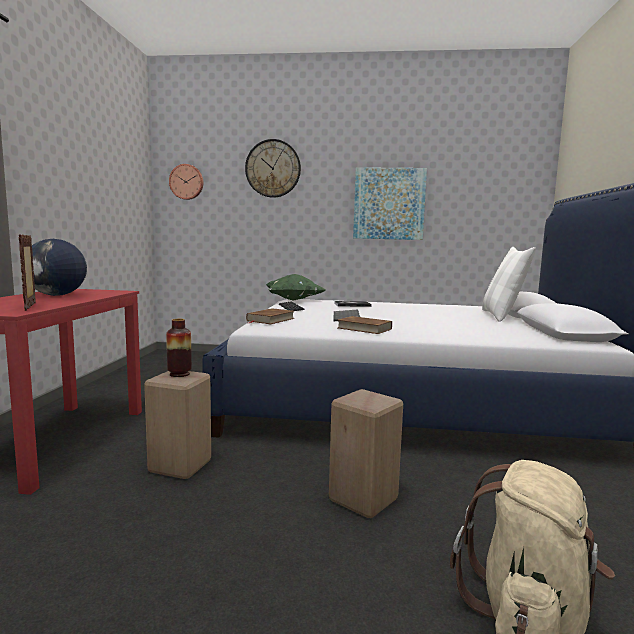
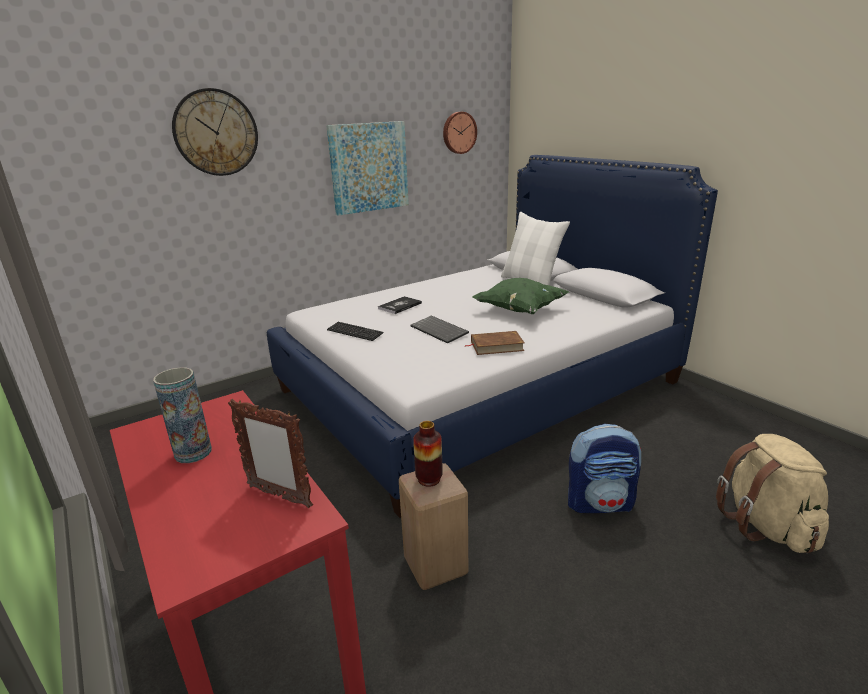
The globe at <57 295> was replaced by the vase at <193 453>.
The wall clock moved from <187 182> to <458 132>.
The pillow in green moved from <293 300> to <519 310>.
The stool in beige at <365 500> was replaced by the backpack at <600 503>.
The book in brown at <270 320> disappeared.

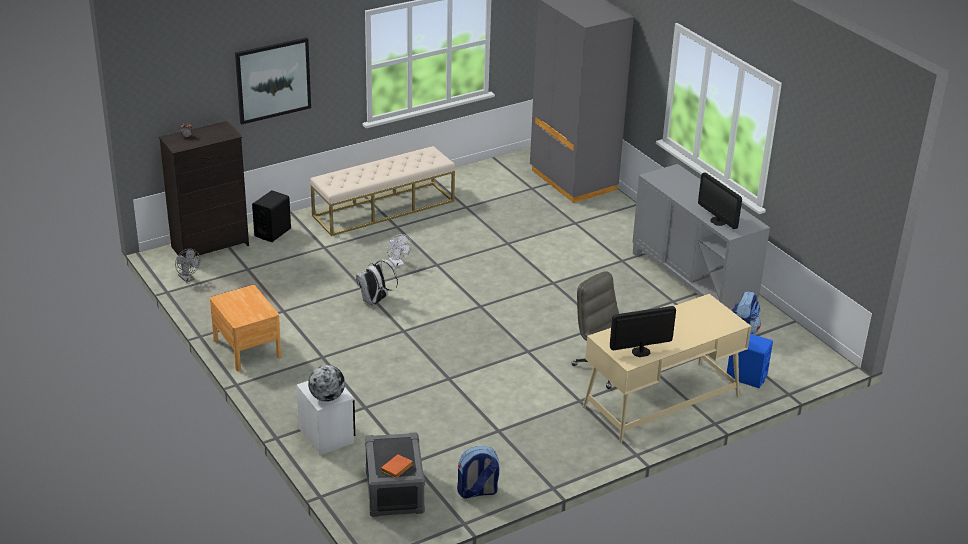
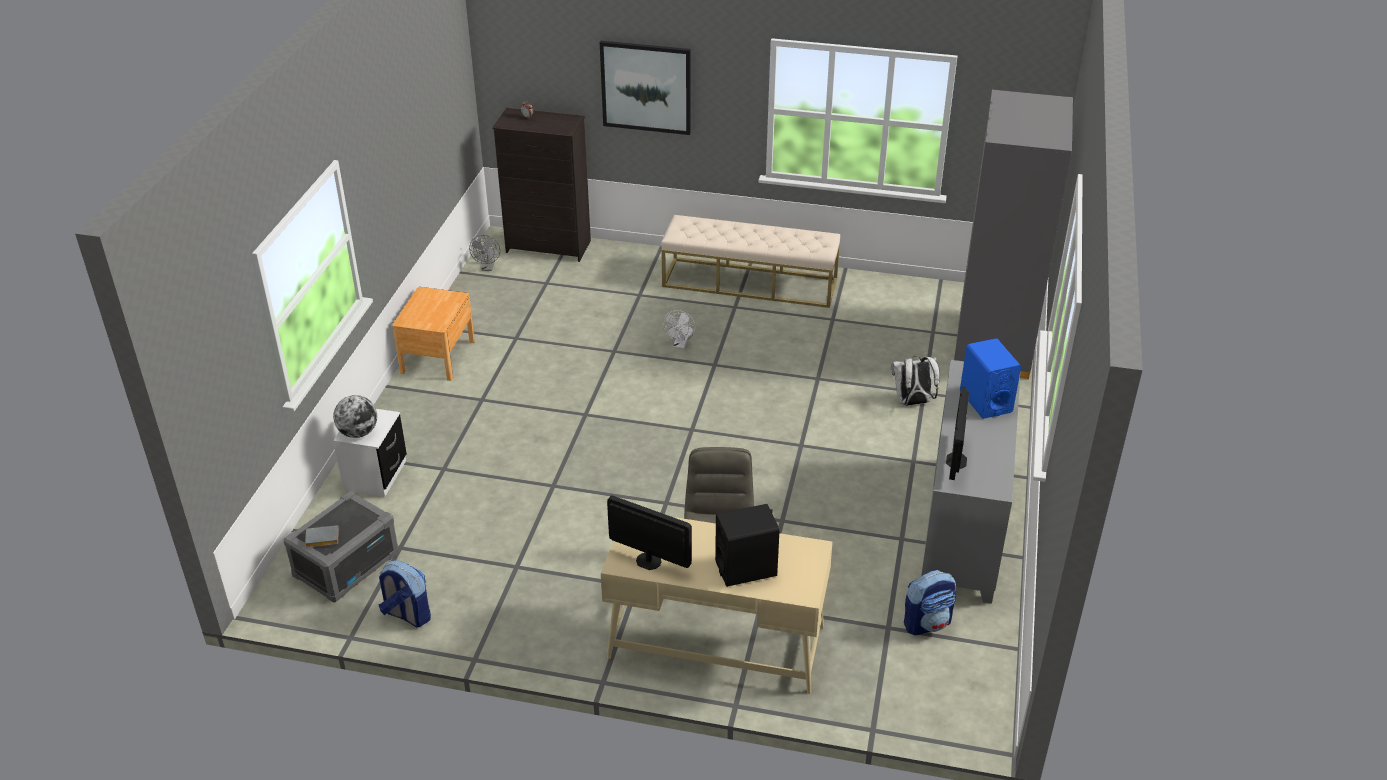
The book in orange at <397 469> became the book in grey at <321 540>.
The speaker in black moved from <272 232> to <746 568>.
The backpack in white moved from <375 301> to <912 402>.
The speaker in blue moved from <746 377> to <985 401>.

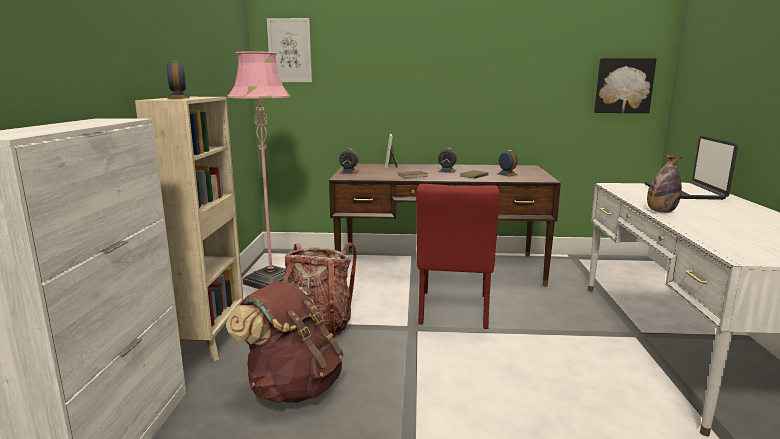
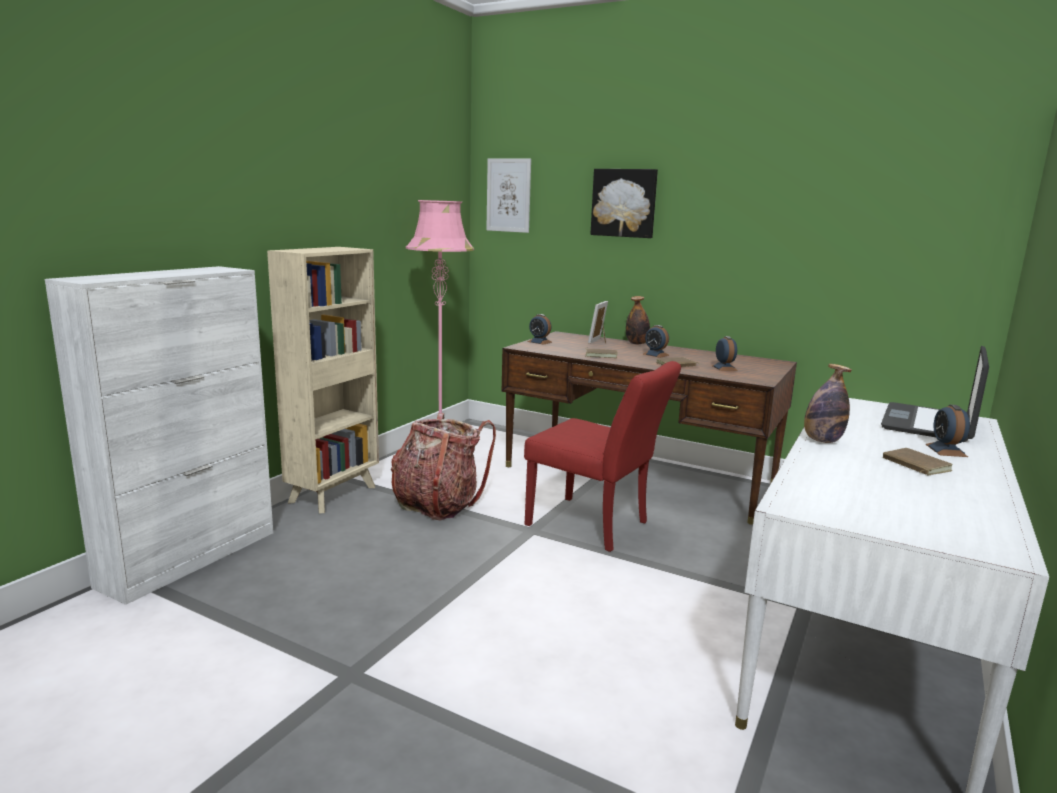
The chair in red at <453 312> turned 90 degrees counterclockwise.
The picture moved from <623 85> to <624 203>.
The bottle at <637 343> appeared.
The book in brown at <914 465> appeared.
The alarm clock moved from <178 98> to <946 450>.
The backpack in brown at <292 387> disappeared.

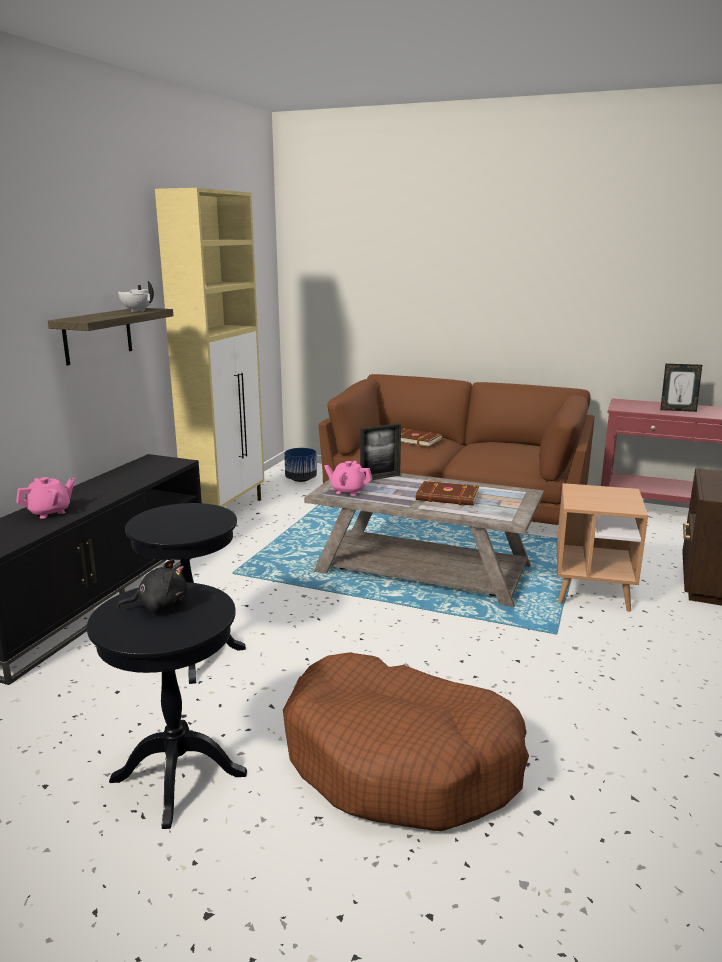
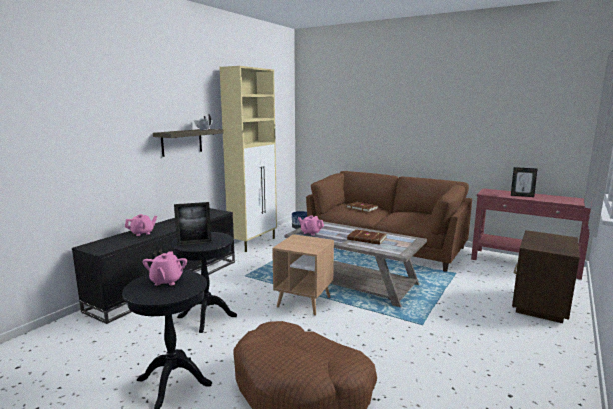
The plush toy in black at <160 606> was replaced by the teapot in pink at <166 281>.
The picture frame moved from <380 478> to <194 243>.
The side table in brown moved from <592 592> to <304 302>.

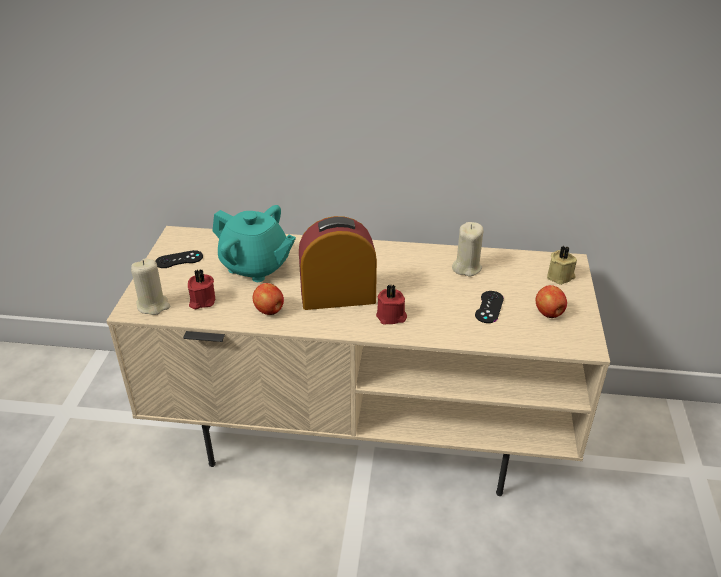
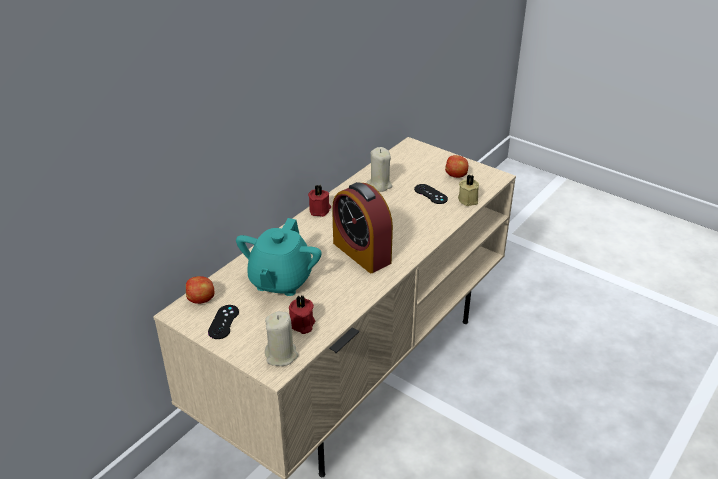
The apple moved from <269 311> to <201 300>.
The teapot in turquoise at <255 267> turned 135 degrees clockwise.
The candle in red moved from <391 317> to <320 210>.
The alarm clock at <338 297> turned 60 degrees counterclockwise.
The candle in beige moved from <561 277> to <468 199>.

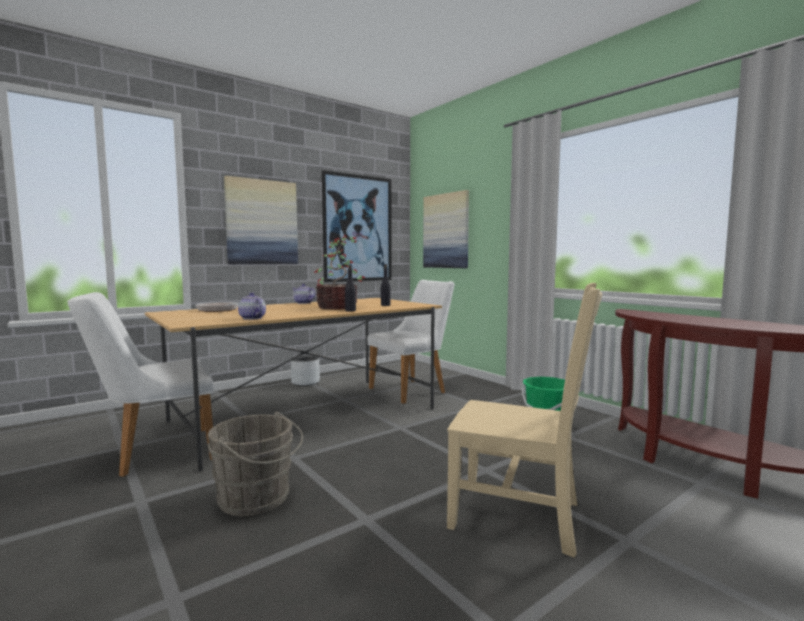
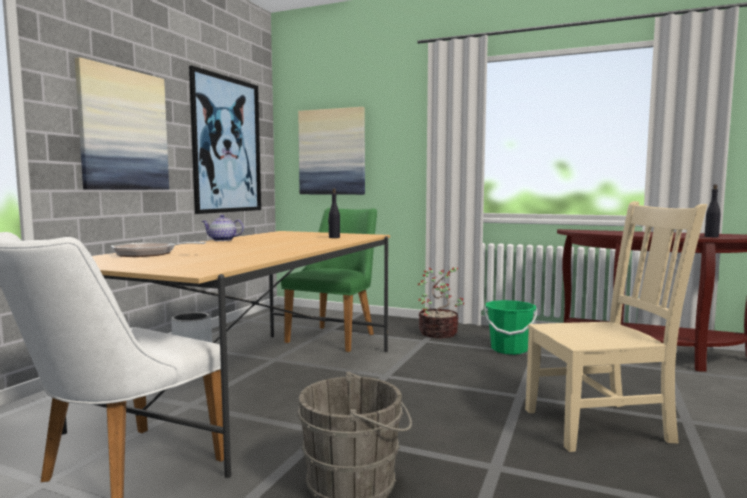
The chair in white at <413 389> became the chair in green at <336 336>.
The potted plant moved from <338 307> to <439 333>.
The bottle in black moved from <350 310> to <711 236>.
The teapot at <251 318> disappeared.

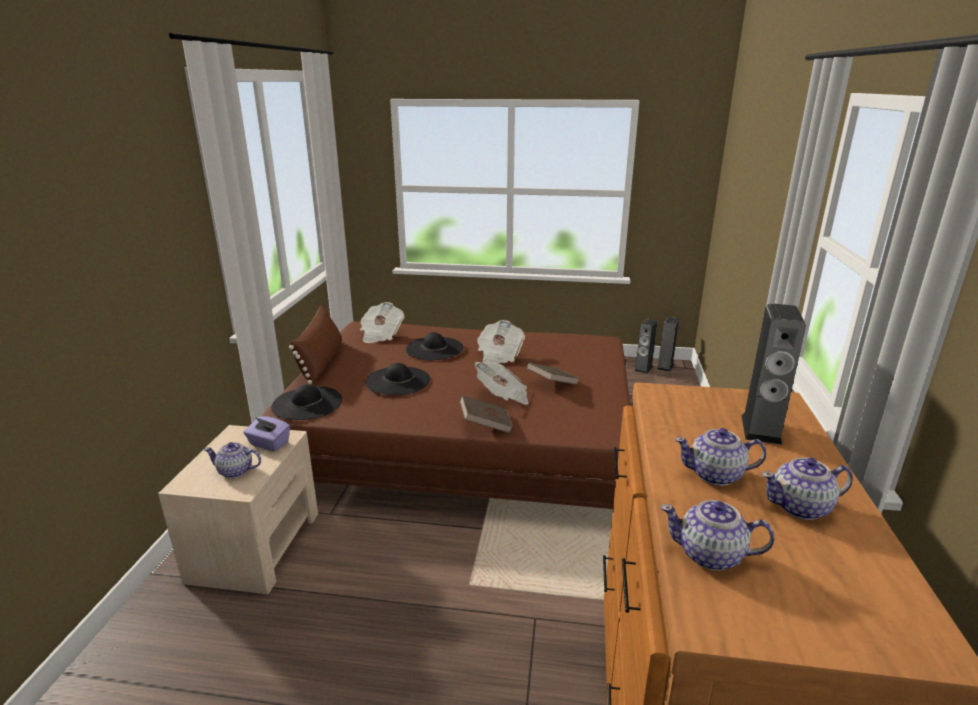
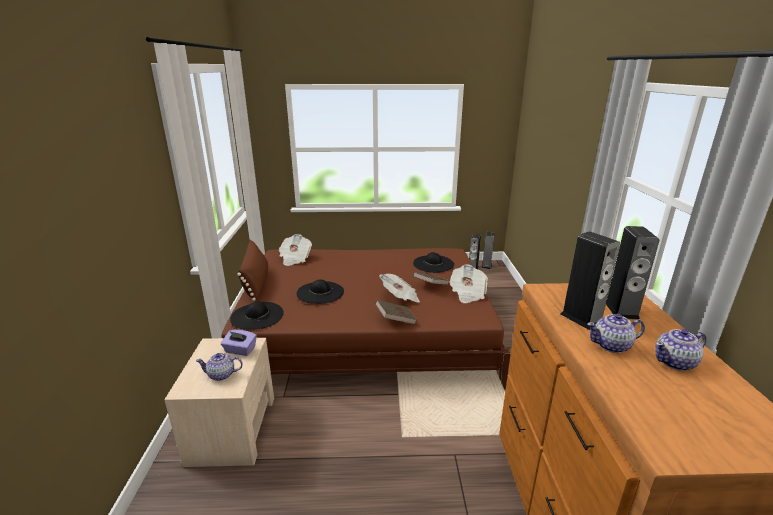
The hat in black moved from <434 348> to <433 264>.
The newspaper moved from <499 355> to <467 293>.
The speaker at <581 318> appeared.
The teapot at <711 555> disappeared.

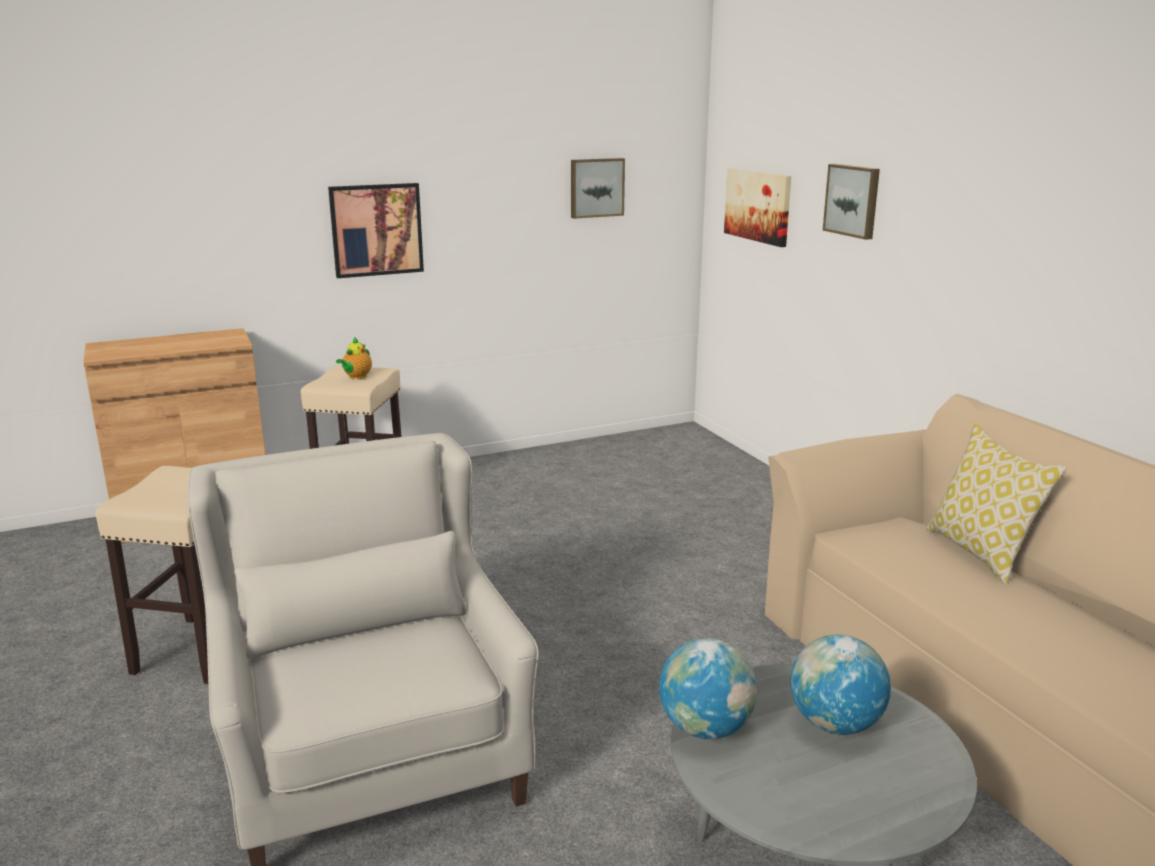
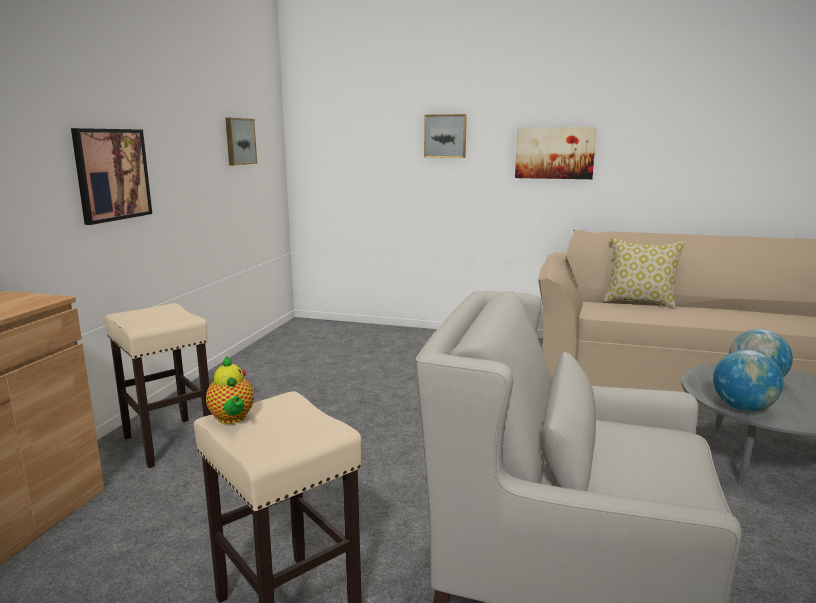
The teapot moved from <356 377> to <232 419>.
The picture moved from <758 205> to <554 153>.

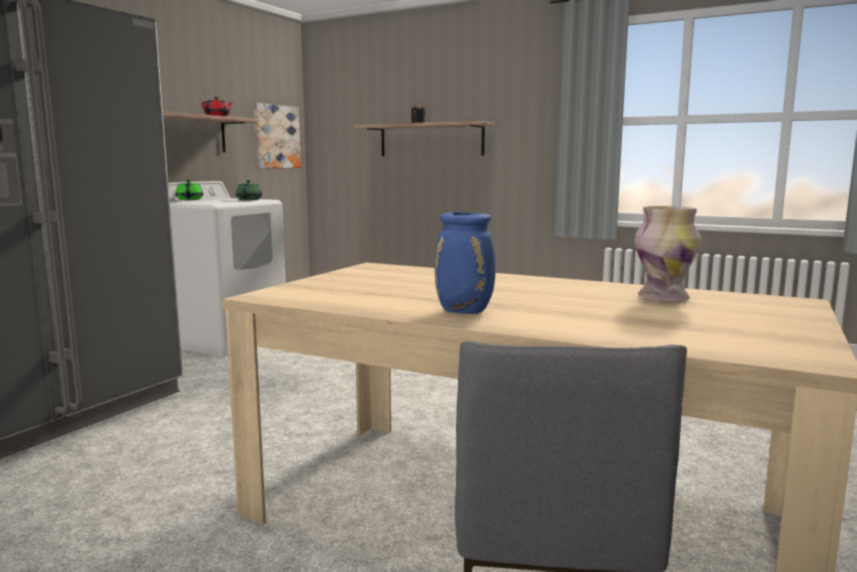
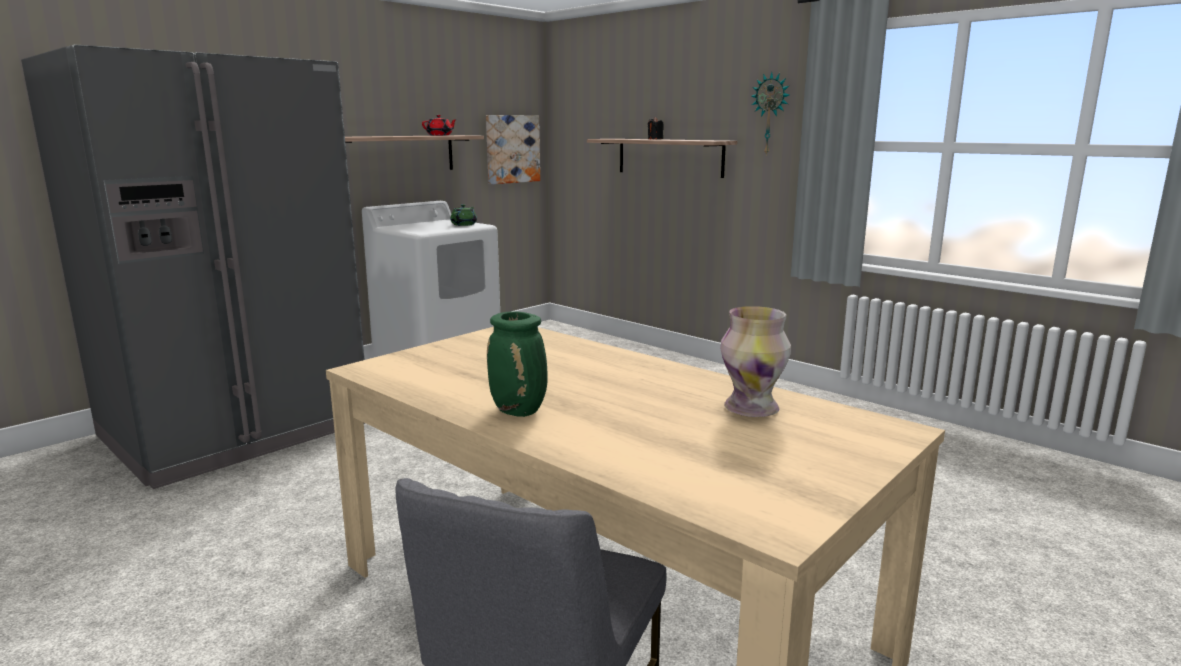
The vase in blue at <466 311> became the vase in green at <520 411>.
The wall clock at <770 114> appeared.
The teapot in green at <189 199> disappeared.

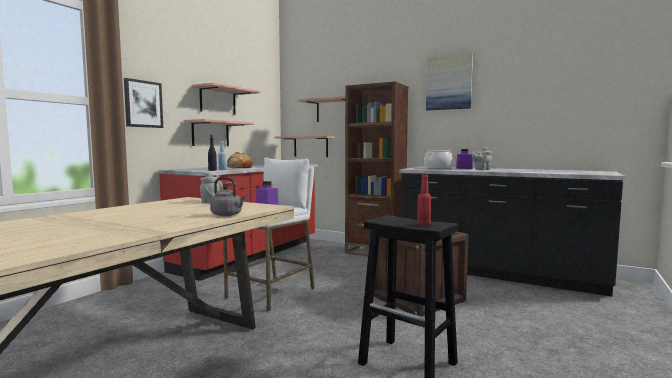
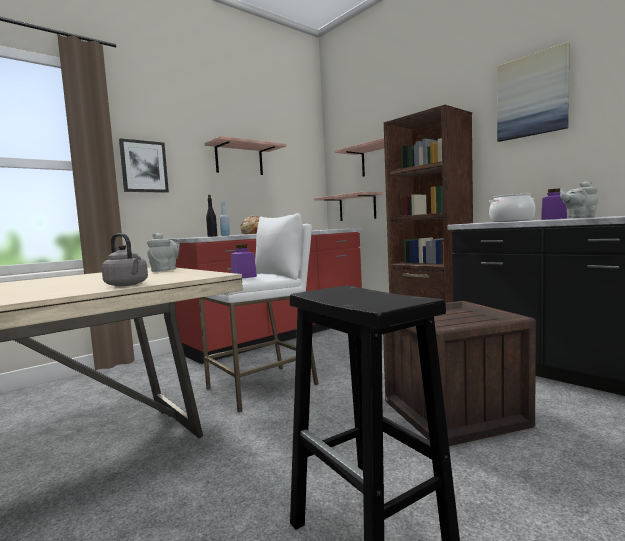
The shelf at <210 133> disappeared.
The bottle in red at <423 224> disappeared.

